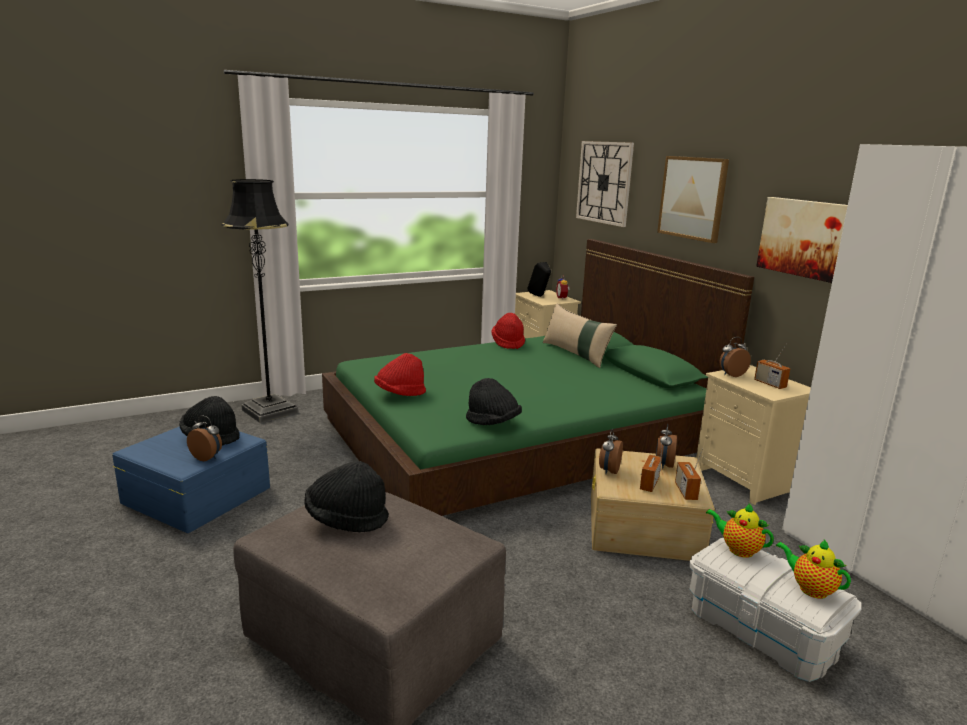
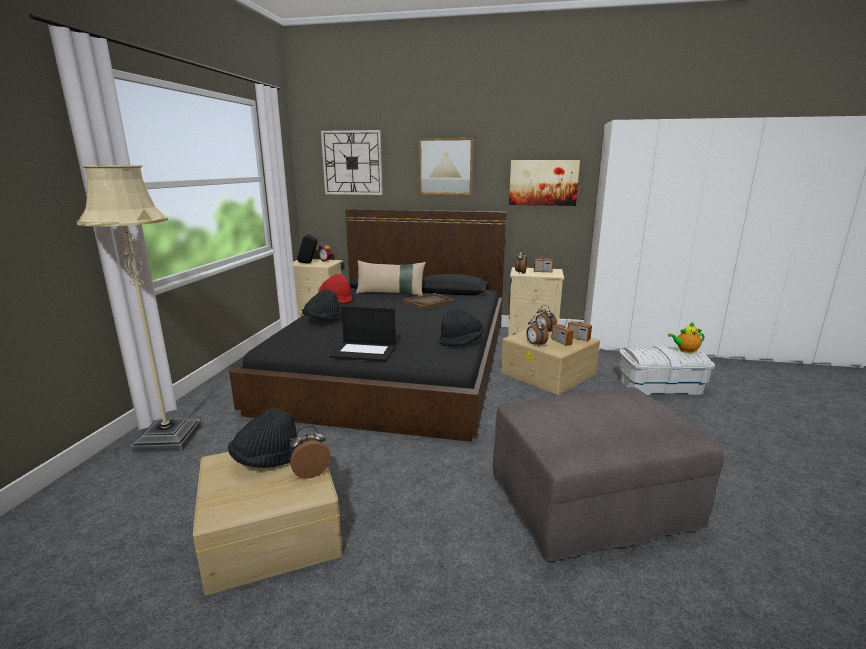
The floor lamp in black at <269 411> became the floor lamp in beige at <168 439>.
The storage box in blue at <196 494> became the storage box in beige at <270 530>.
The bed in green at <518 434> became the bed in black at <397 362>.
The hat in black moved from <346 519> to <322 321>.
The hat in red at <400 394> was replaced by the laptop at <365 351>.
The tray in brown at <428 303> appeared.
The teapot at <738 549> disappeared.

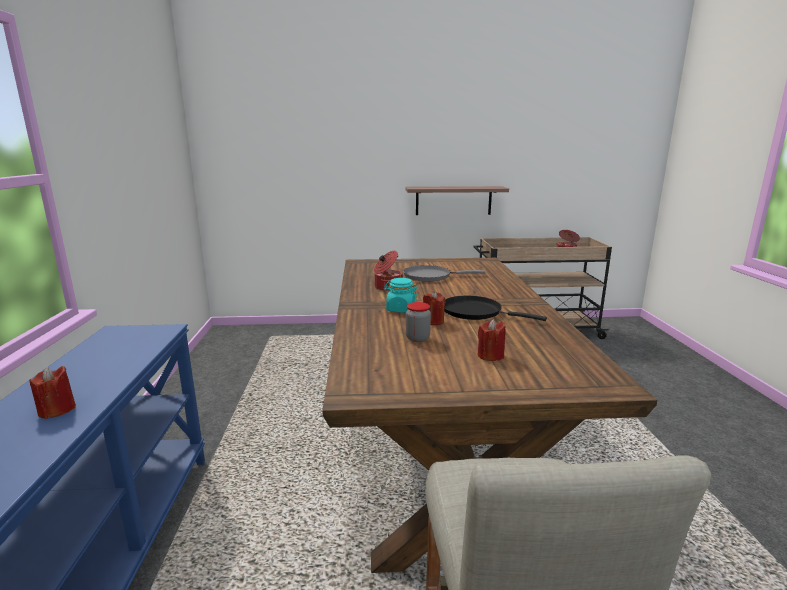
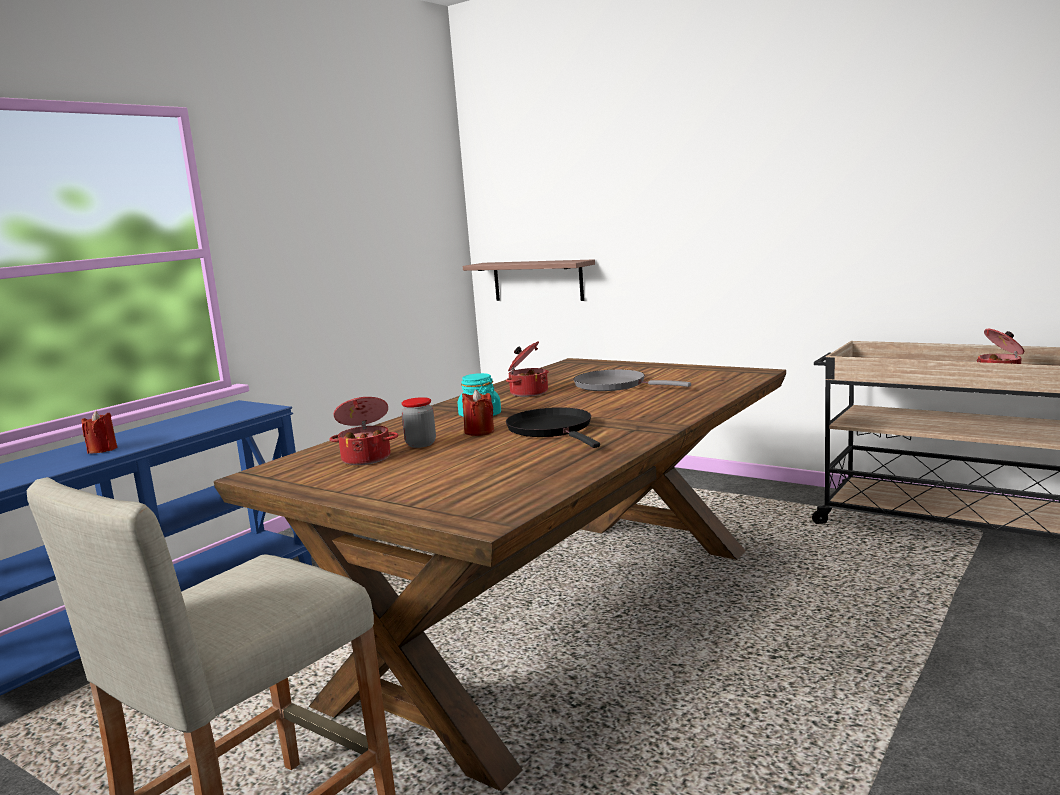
The cooking pot at <367 458> appeared.
The shelf moved from <453 200> to <537 281>.
The candle in red at <490 356> disappeared.

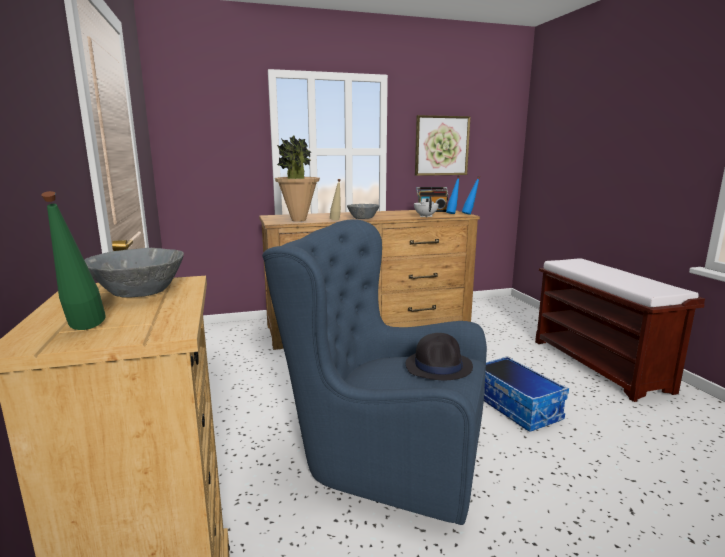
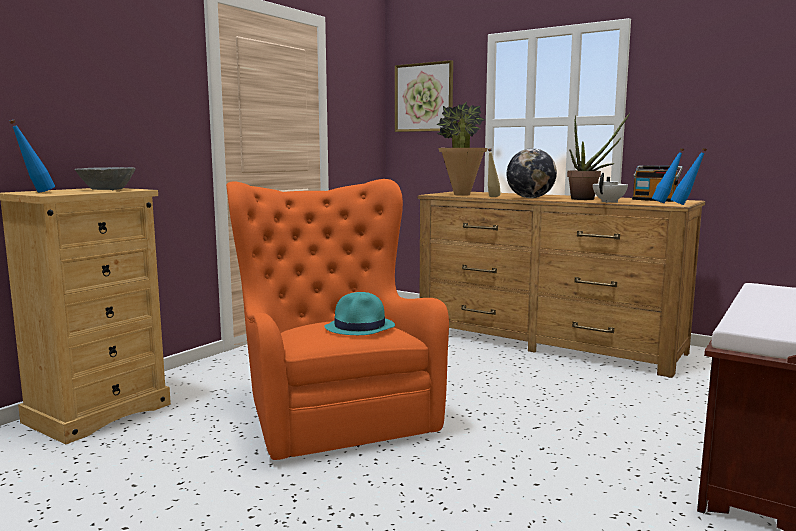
The bottle in green at <83 331> became the bottle in blue at <36 192>.
The armchair in blue at <381 454> became the armchair in orange at <332 412>.
The hat in black at <439 366> became the hat in turquoise at <360 327>.
The picture moved from <441 146> to <424 97>.
The bowl in grey at <363 218> was replaced by the globe at <530 198>.
The potted plant at <588 199> appeared.
The storage box at <517 407> disappeared.

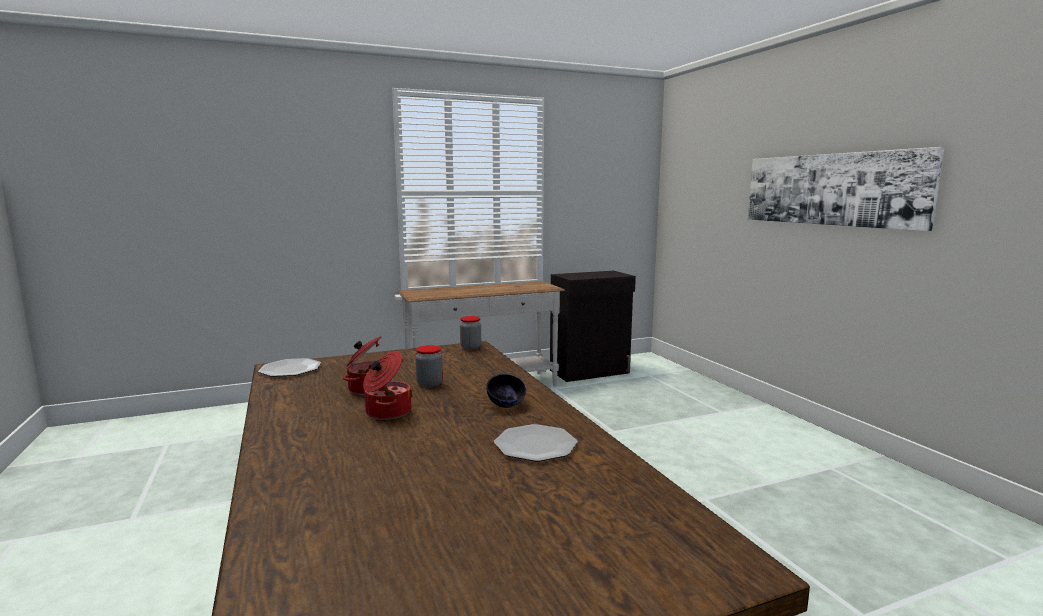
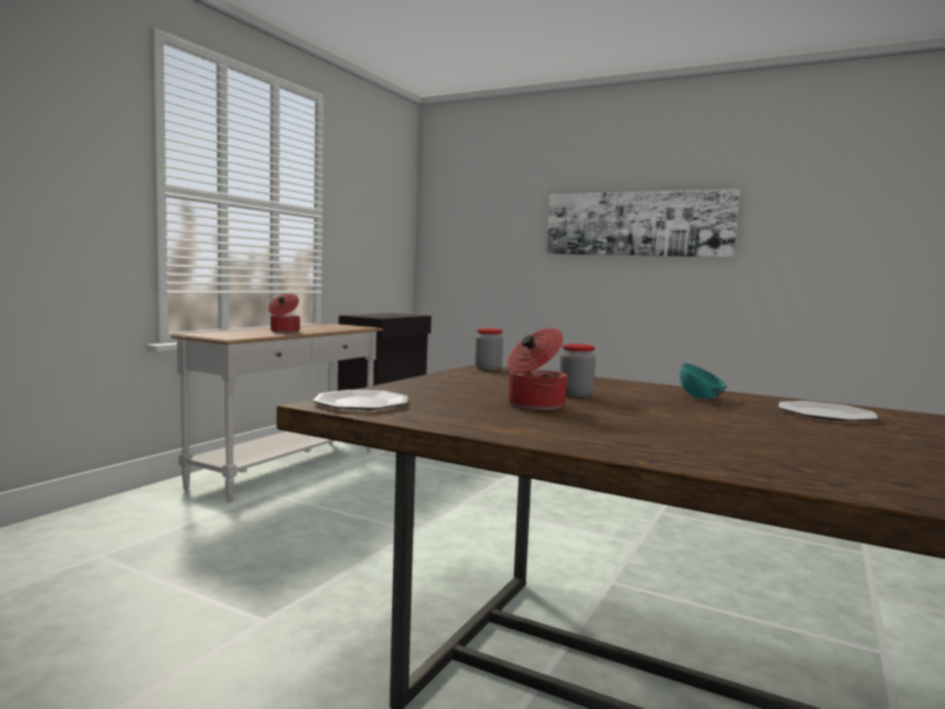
The cooking pot moved from <387 412> to <284 331>.
The bowl in black at <506 406> became the bowl in turquoise at <701 398>.

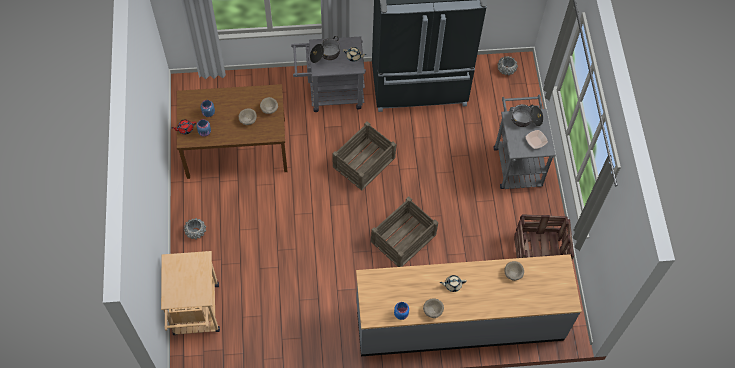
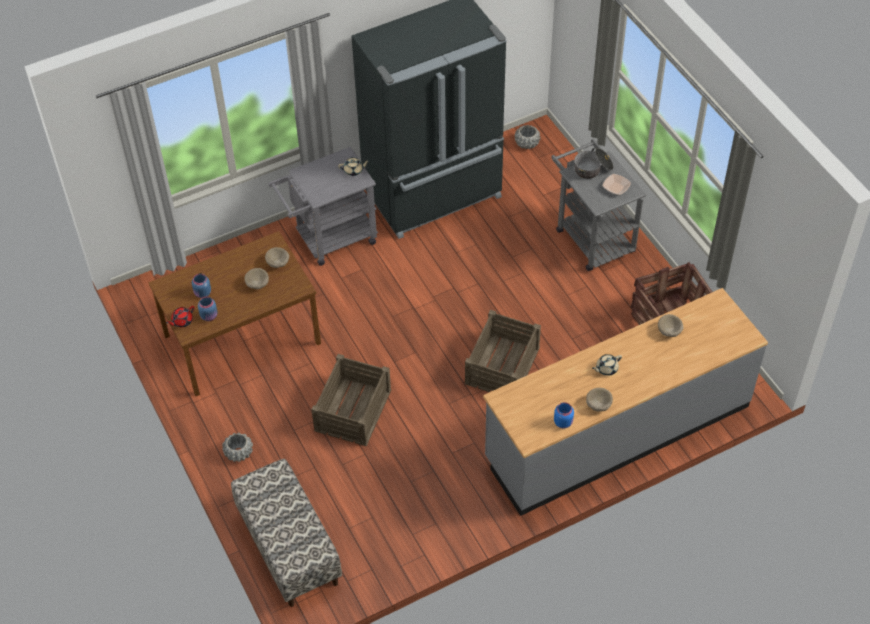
The cart in beige at <196 314> was replaced by the bench at <288 548>.
The crate moved from <363 162> to <352 410>.
The cooking pot at <325 54> disappeared.

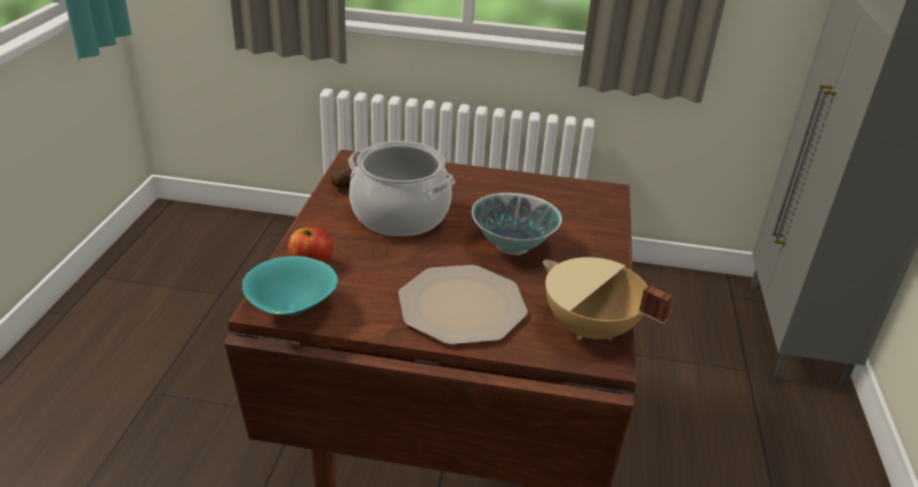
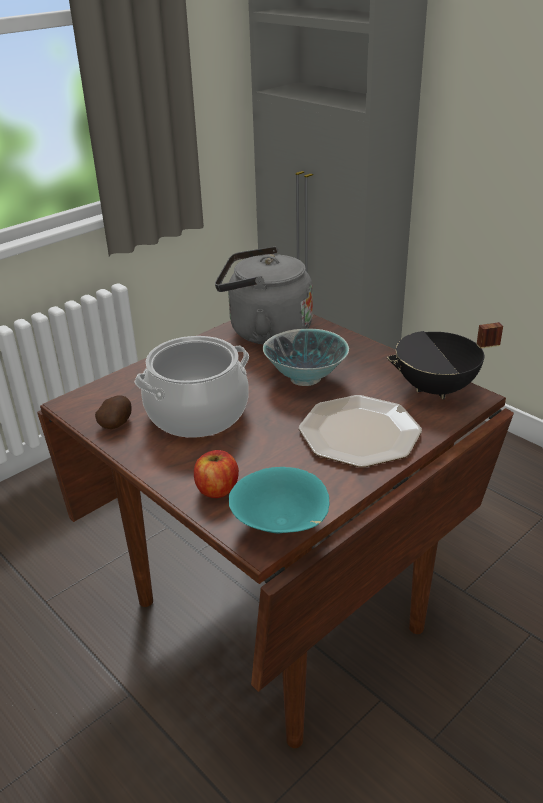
The kettle in grey at <265 331> appeared.
The cooking pot in beige at <589 329> became the cooking pot in black at <436 389>.

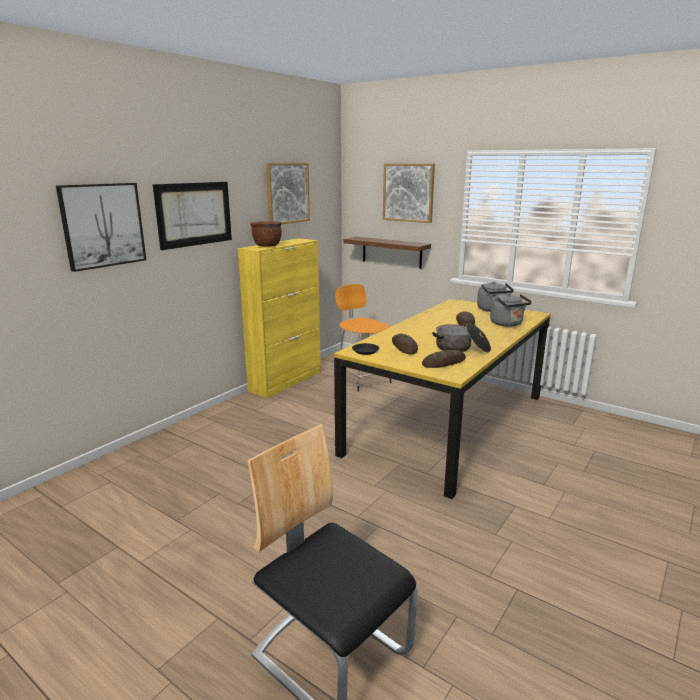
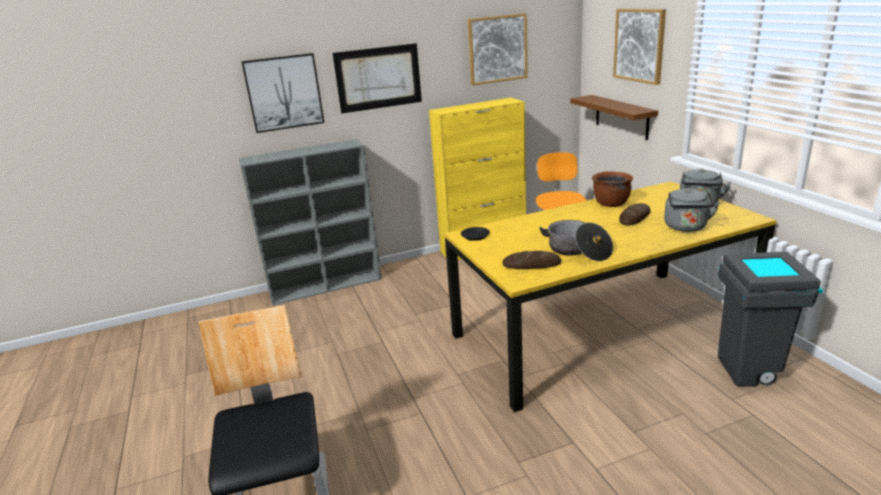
The bookcase in grey at <326 285> appeared.
The cooking pot in brown moved from <267 246> to <610 203>.
The trash can in grey at <752 371> appeared.
The bread at <404 347> disappeared.

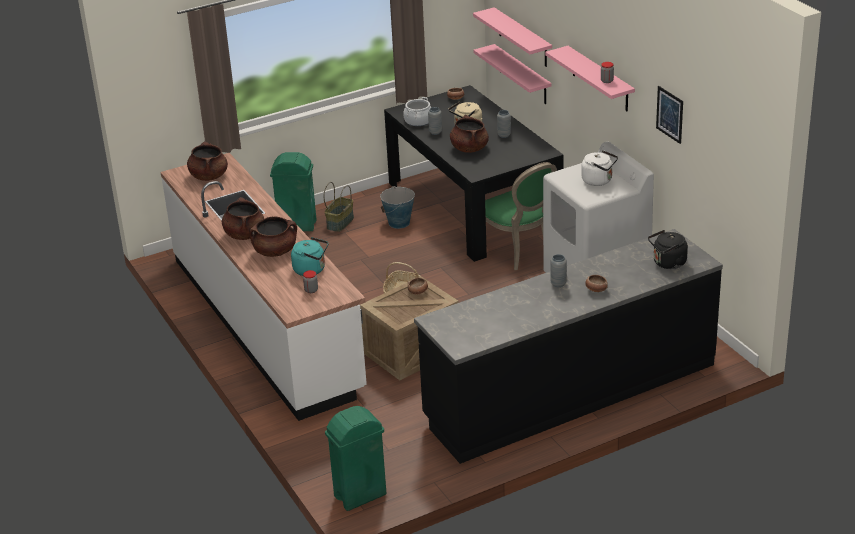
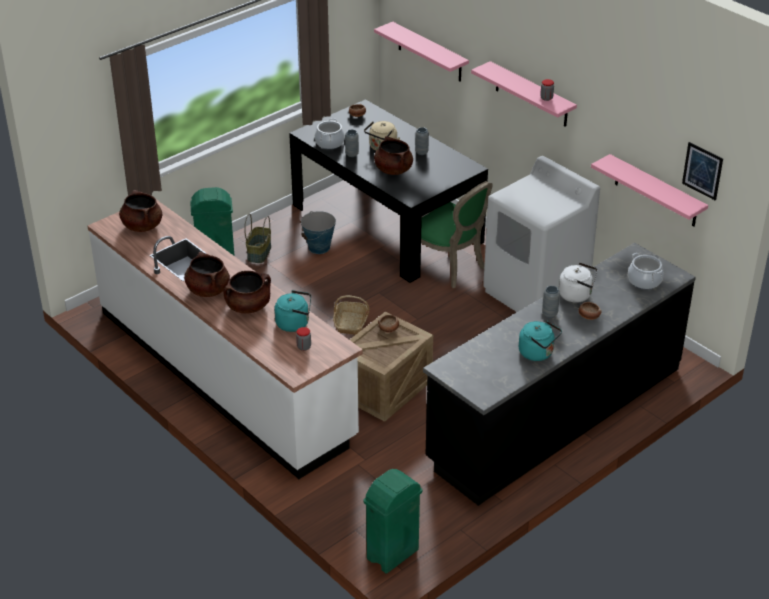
The kettle in turquoise at <538 353> appeared.
The kettle in white moved from <599 181> to <577 295>.
The shelf in pink moved from <522 75> to <656 191>.
The kettle in black at <667 263> was replaced by the cooking pot at <644 281>.
The picture moved from <669 114> to <702 171>.

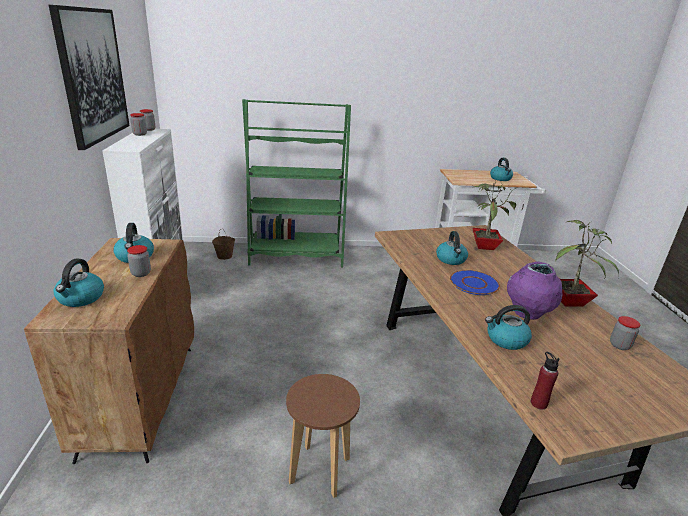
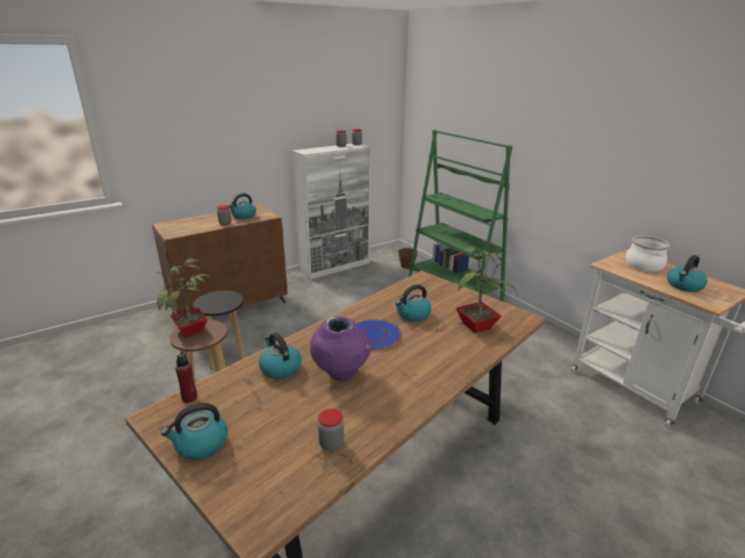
The potted plant moved from <570 301> to <191 331>.
The kettle moved from <81 298> to <201 444>.
The stool in black at <226 357> appeared.
The cooking pot at <643 265> appeared.
The picture at <92 75> disappeared.

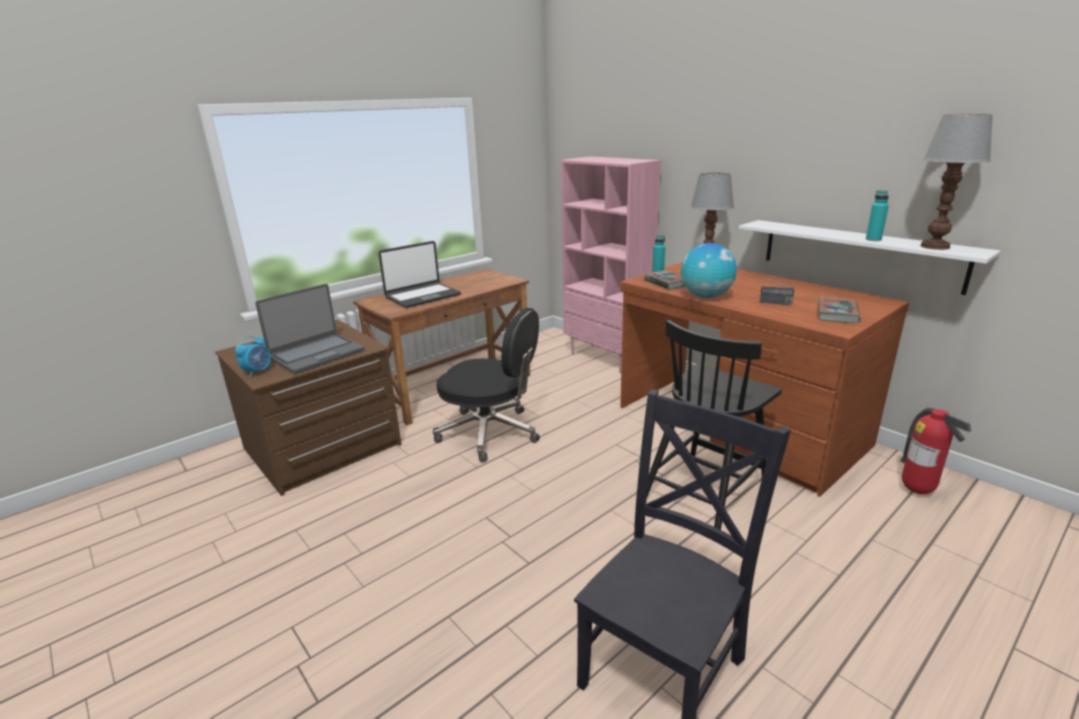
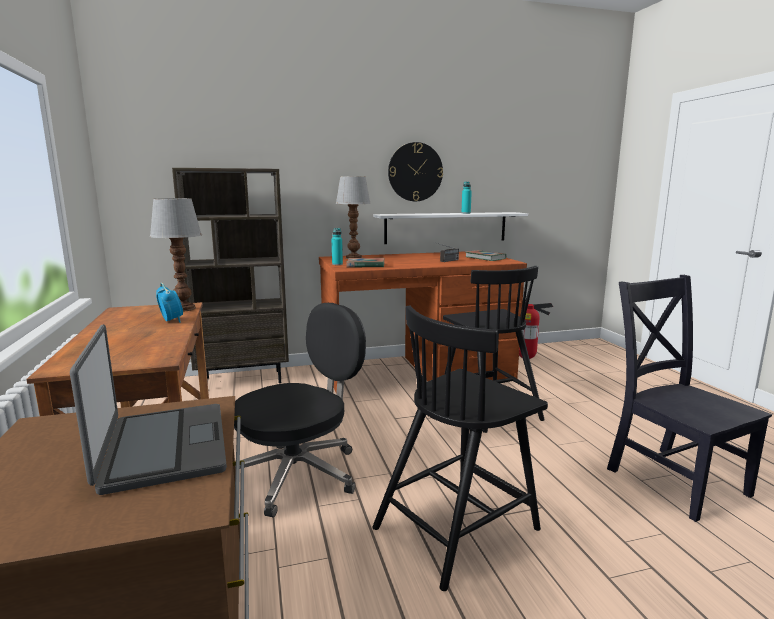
The table lamp moved from <935 247> to <184 309>.
The alarm clock moved from <258 371> to <171 320>.
The bookcase in pink at <607 358> became the bookcase in brown at <244 380>.
The chair in black at <458 526> appeared.
The wall clock at <415 172> appeared.
The laptop at <422 296> disappeared.
The globe at <706 296> disappeared.

